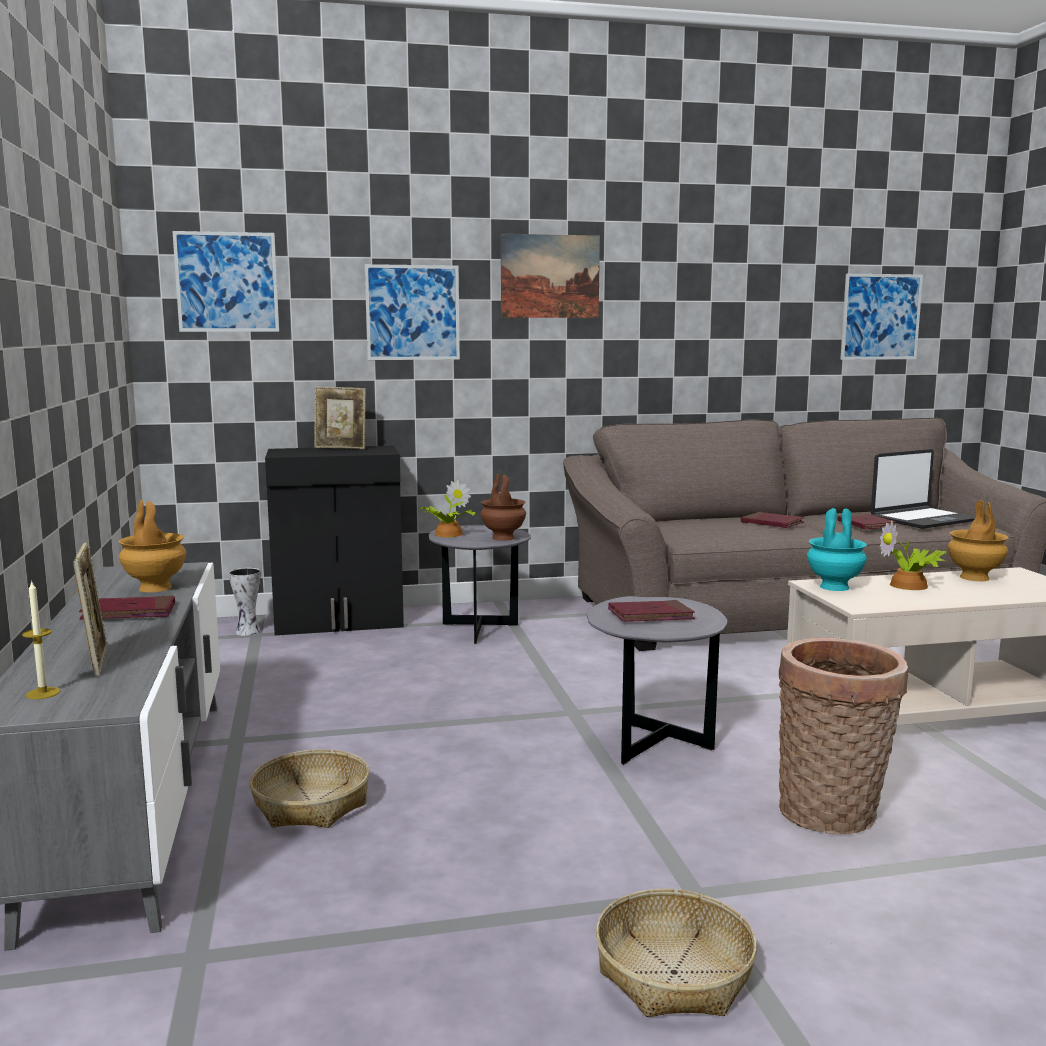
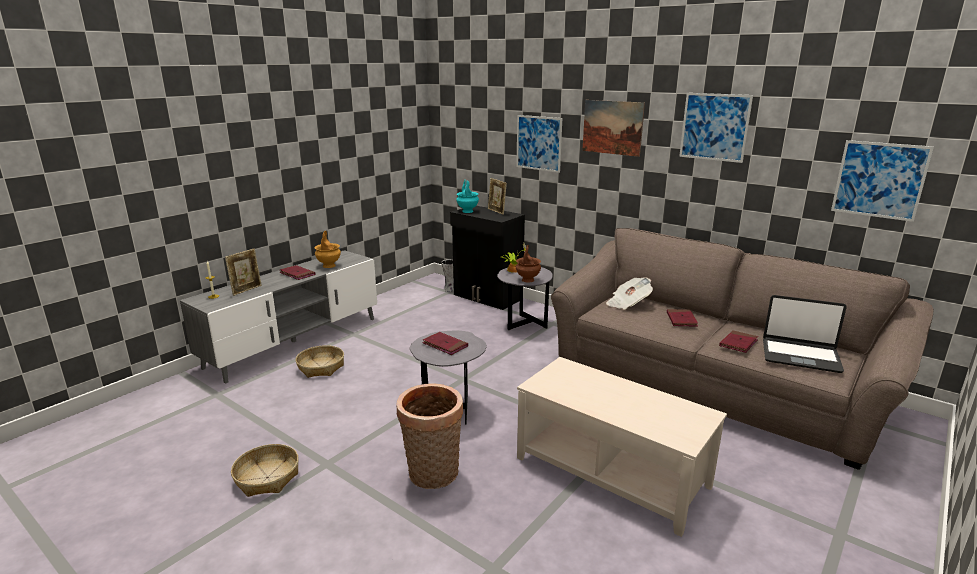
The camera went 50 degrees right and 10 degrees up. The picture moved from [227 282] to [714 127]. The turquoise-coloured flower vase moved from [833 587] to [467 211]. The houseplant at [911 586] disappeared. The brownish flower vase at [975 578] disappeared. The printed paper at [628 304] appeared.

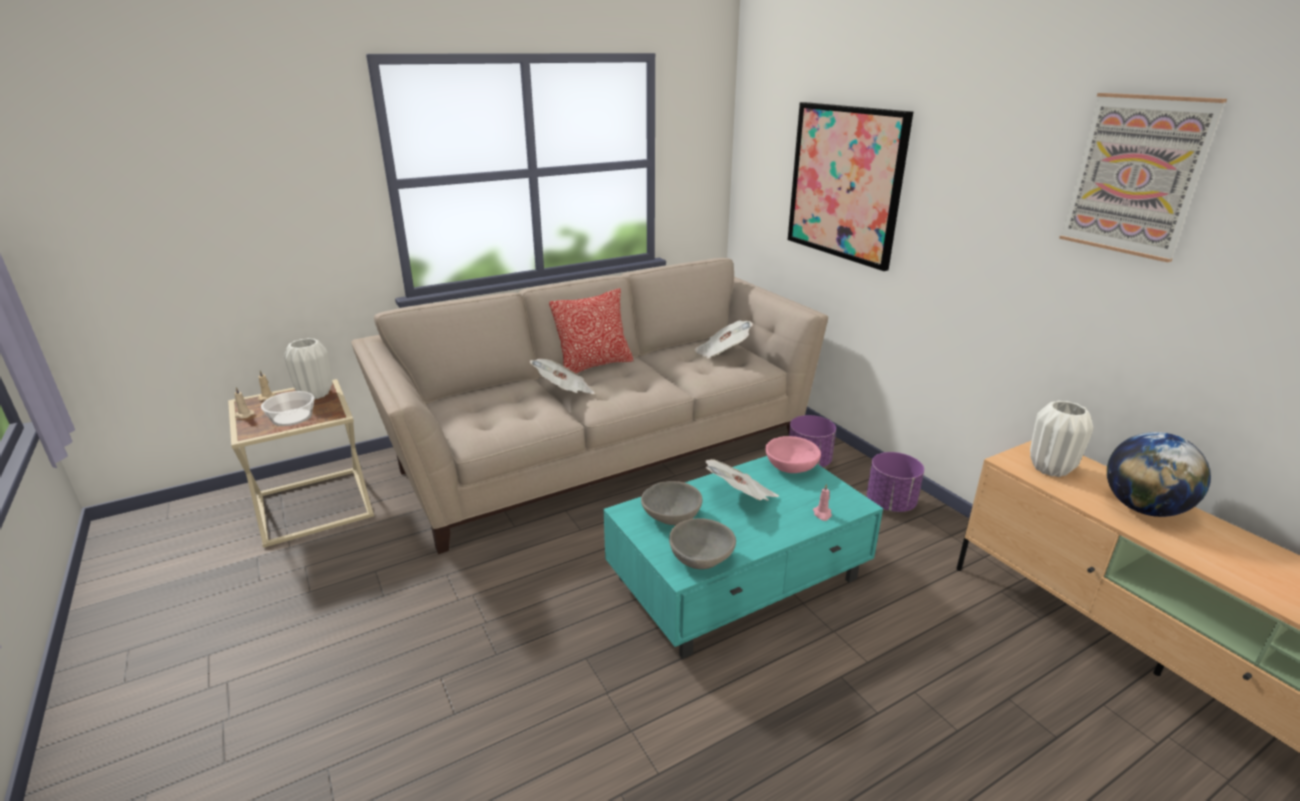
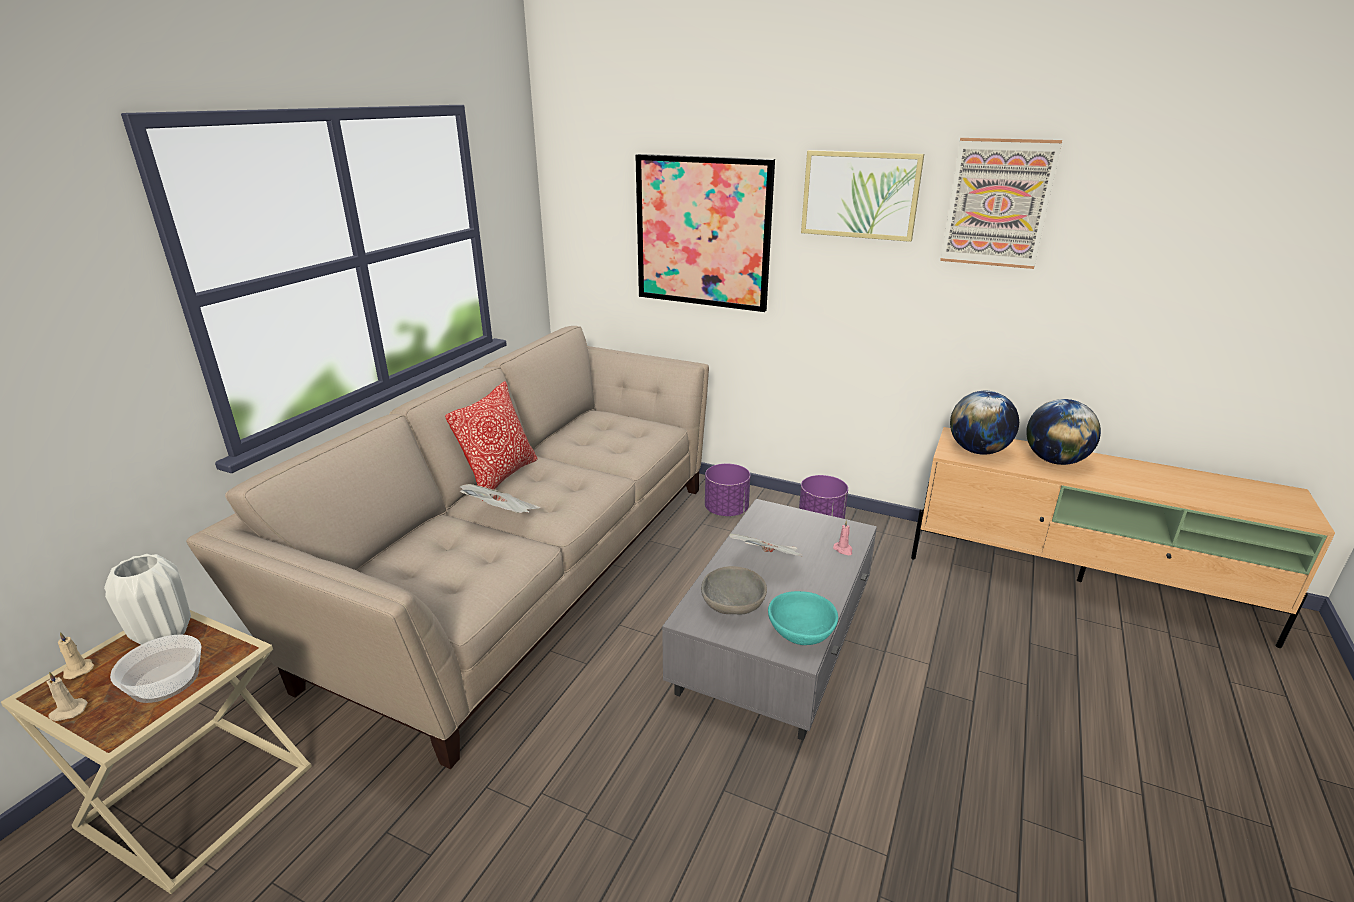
The camera went 35 degrees left and 0 degrees up. The turquoise-coloured lounge table at [740 578] became the gray lounge table at [776 641]. The gray deep dish at [700 559] became the turquoise-coloured deep dish at [801 634]. The printed paper at [722 352] disappeared. The pink deep dish at [791 467] disappeared. The white flower vase at [1050 469] was replaced by the world globe at [978 451]. The picture at [860 195] appeared.

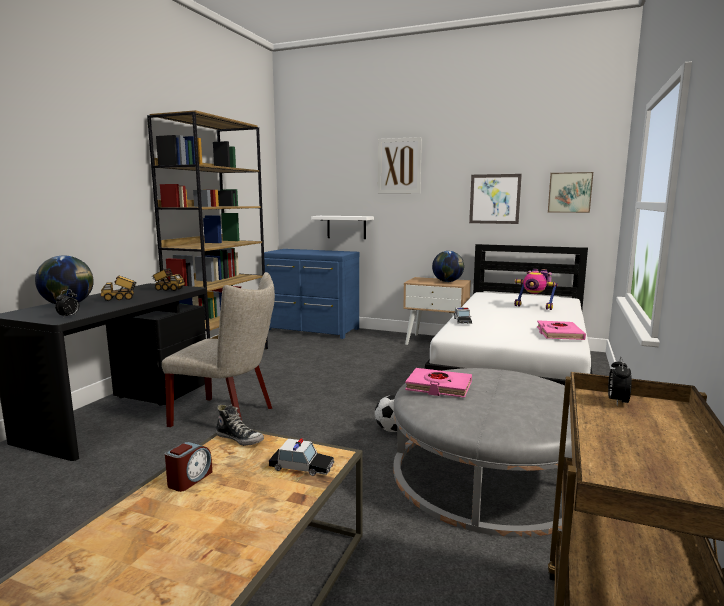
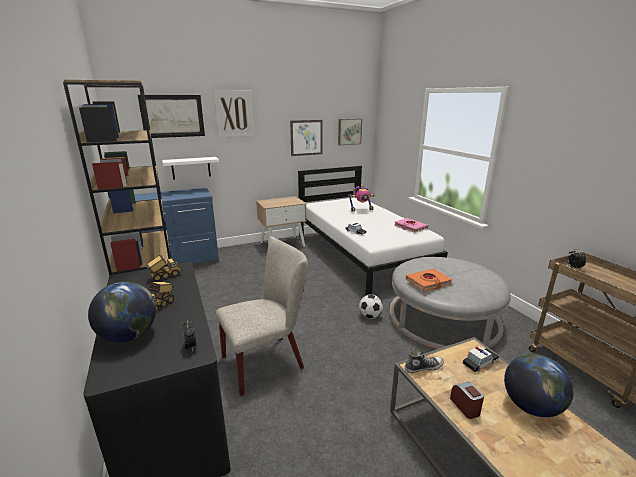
The camera went 45 degrees left and 10 degrees up. The pink bound book at [438 387] became the orange bound book at [428 282]. The world globe moved from [447 281] to [531 406]. The picture at [172 116] appeared.

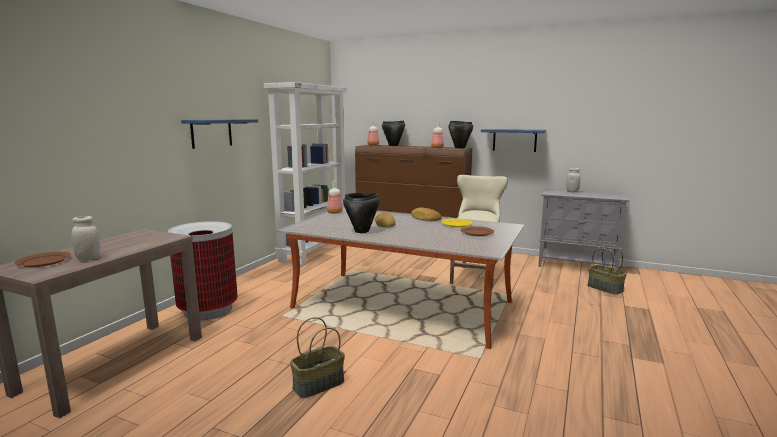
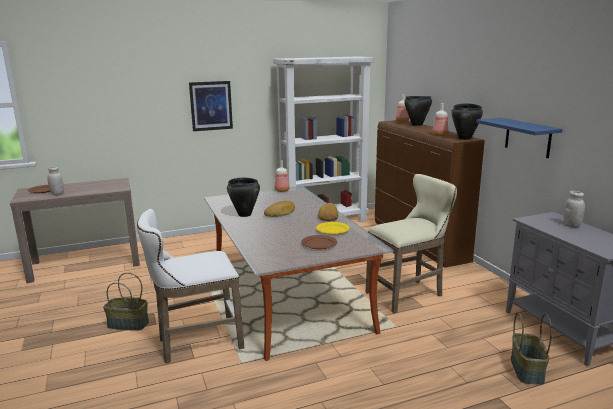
The camera went 45 degrees right and 5 degrees up. The trash can at [208 310] disappeared. The blue wall shelf at [211 133] was replaced by the picture at [211 106]. The white sitting stool at [195 343] appeared.

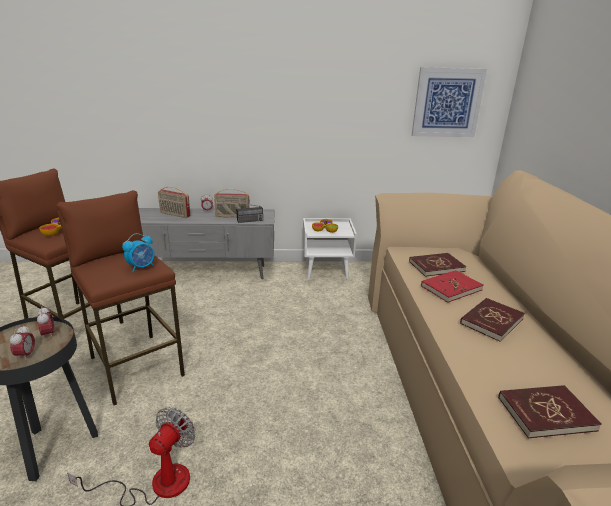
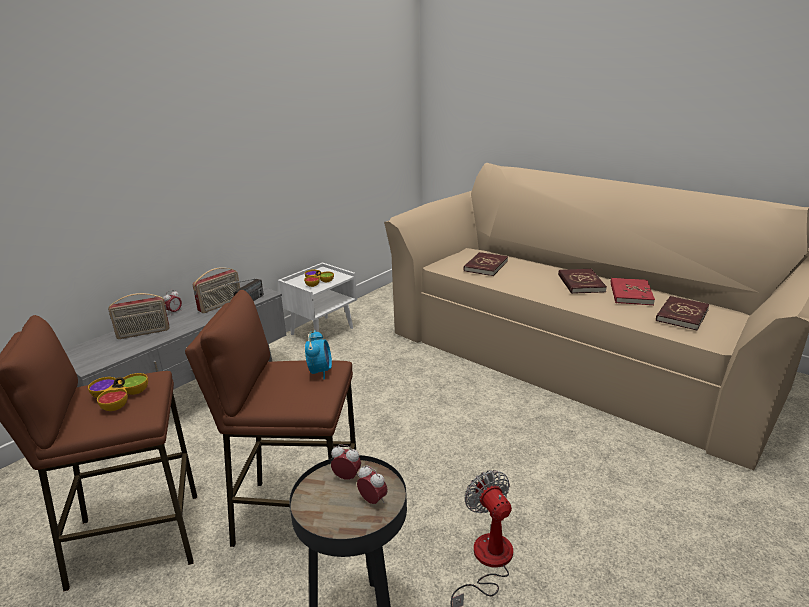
The camera went 45 degrees left and 0 degrees up. The picture at [447 103] disappeared. The reddish bound book moved from [451 288] to [630 294].

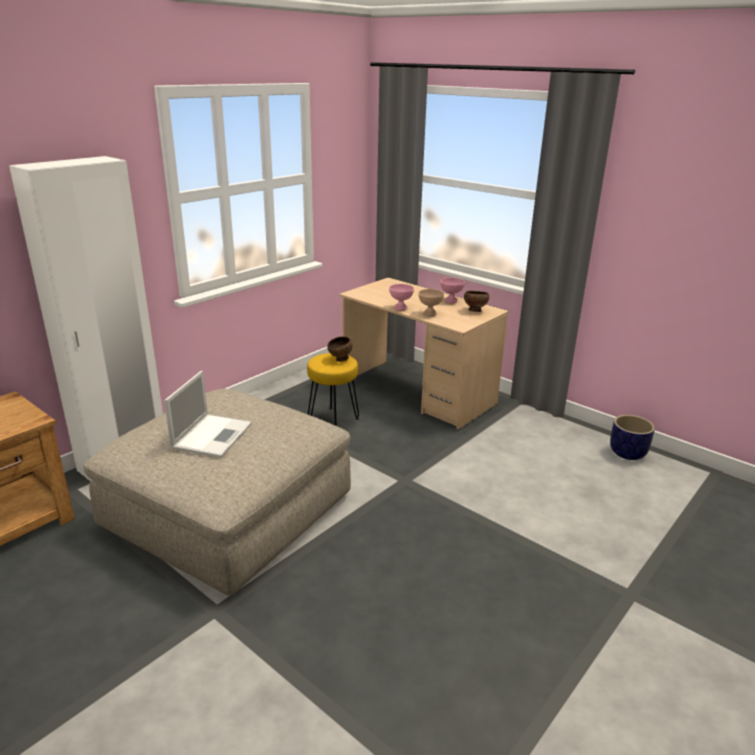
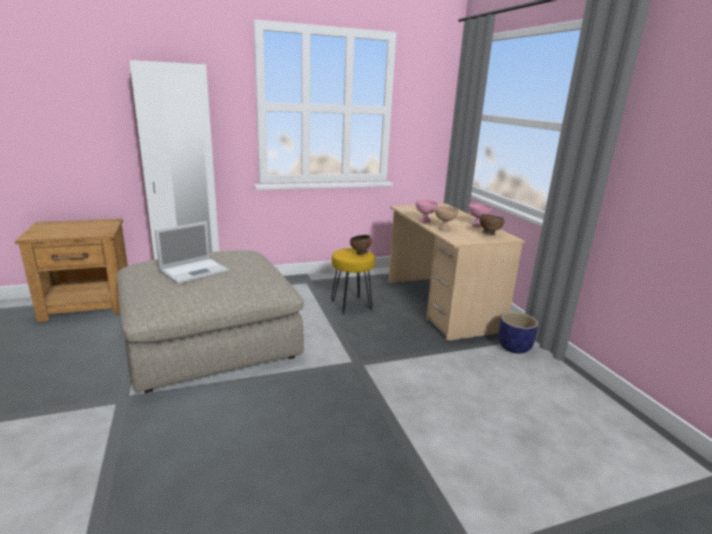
The camera went 30 degrees right and 5 degrees down. The planter moved from [627 453] to [514 347].

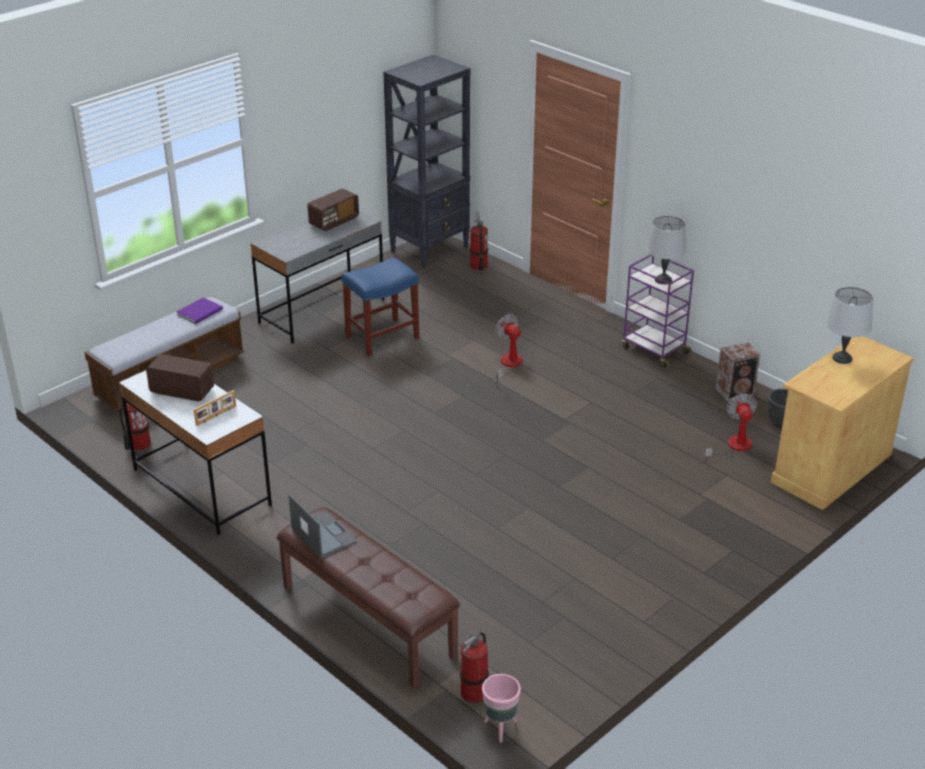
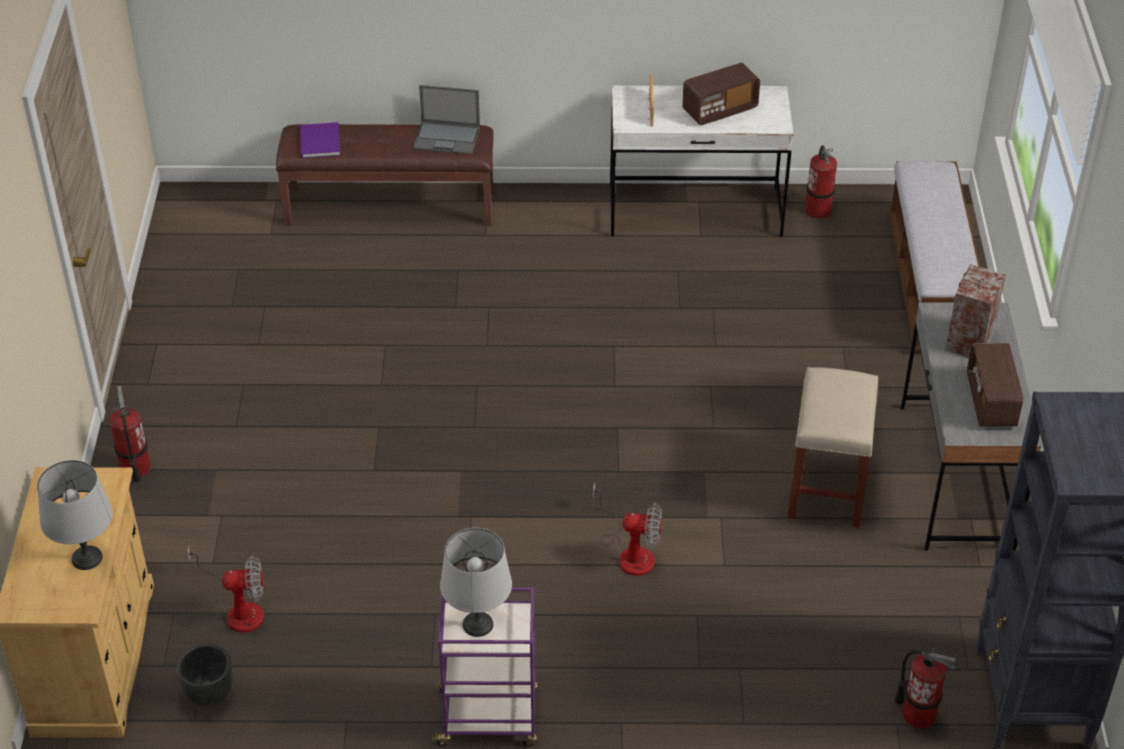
The camera went 135 degrees right and 10 degrees up. The purplish bound book moved from [201 312] to [318 143]. The blue sitting stool at [381 338] became the beige sitting stool at [826 487]. The fire-fighting cylinder moved from [474 693] to [135 468]. The pink planter at [500 728] disappeared. The fan at [733 447] turned 45 degrees counterclockwise. The audio speaker moved from [736 392] to [968 341].

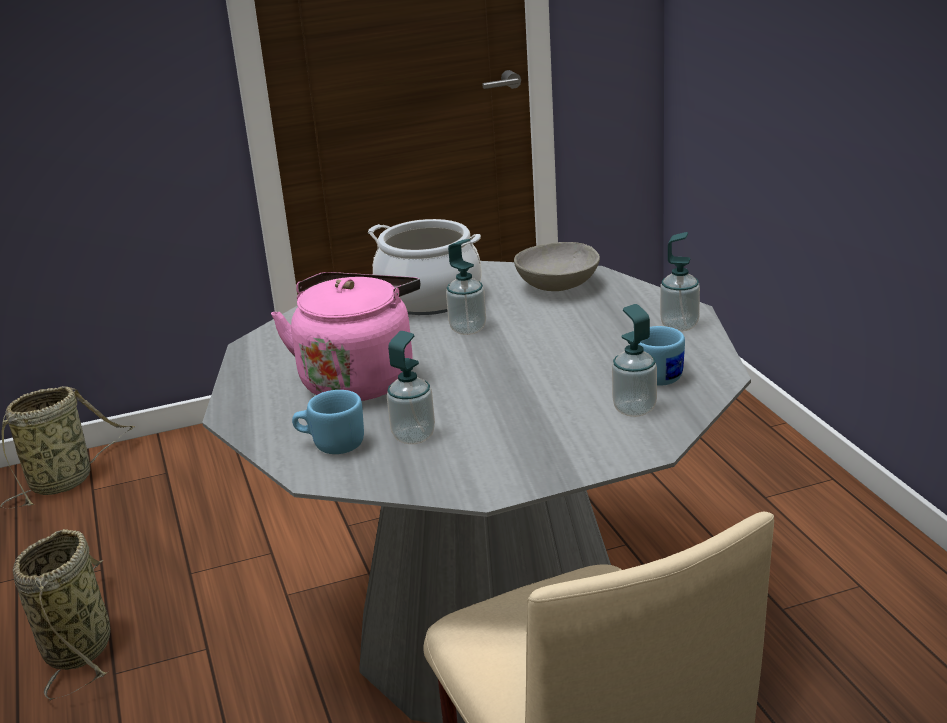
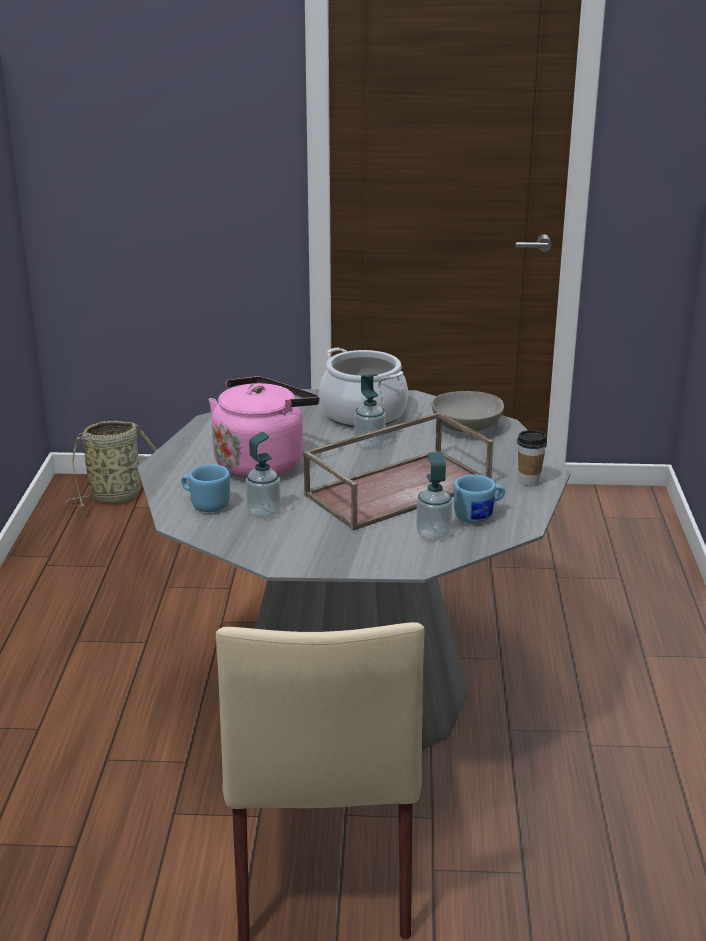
The camera went 20 degrees right and 0 degrees up. The storage basket at [79 646] disappeared. The liquid soap bottle at [679 325] was replaced by the drinking cup at [529 481]. The brownish carrying tray at [398 488] appeared.

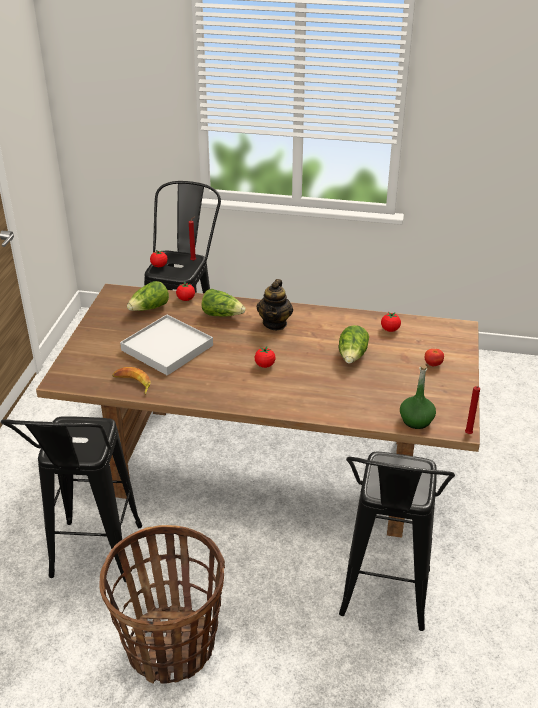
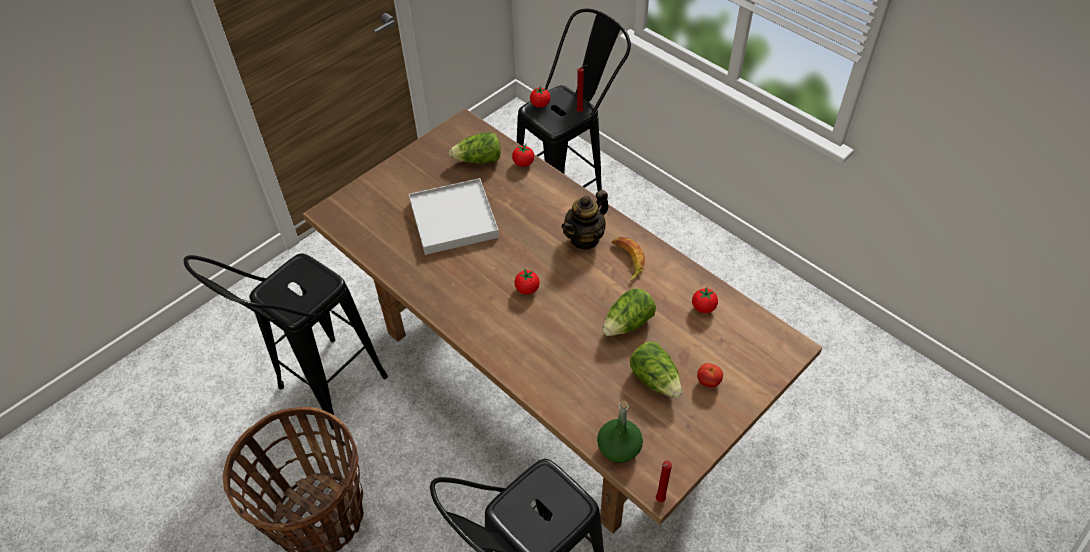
The camera went 35 degrees right and 15 degrees up. The banana moved from [132 383] to [627 260]. The lettuce head moved from [222 315] to [655 379].

